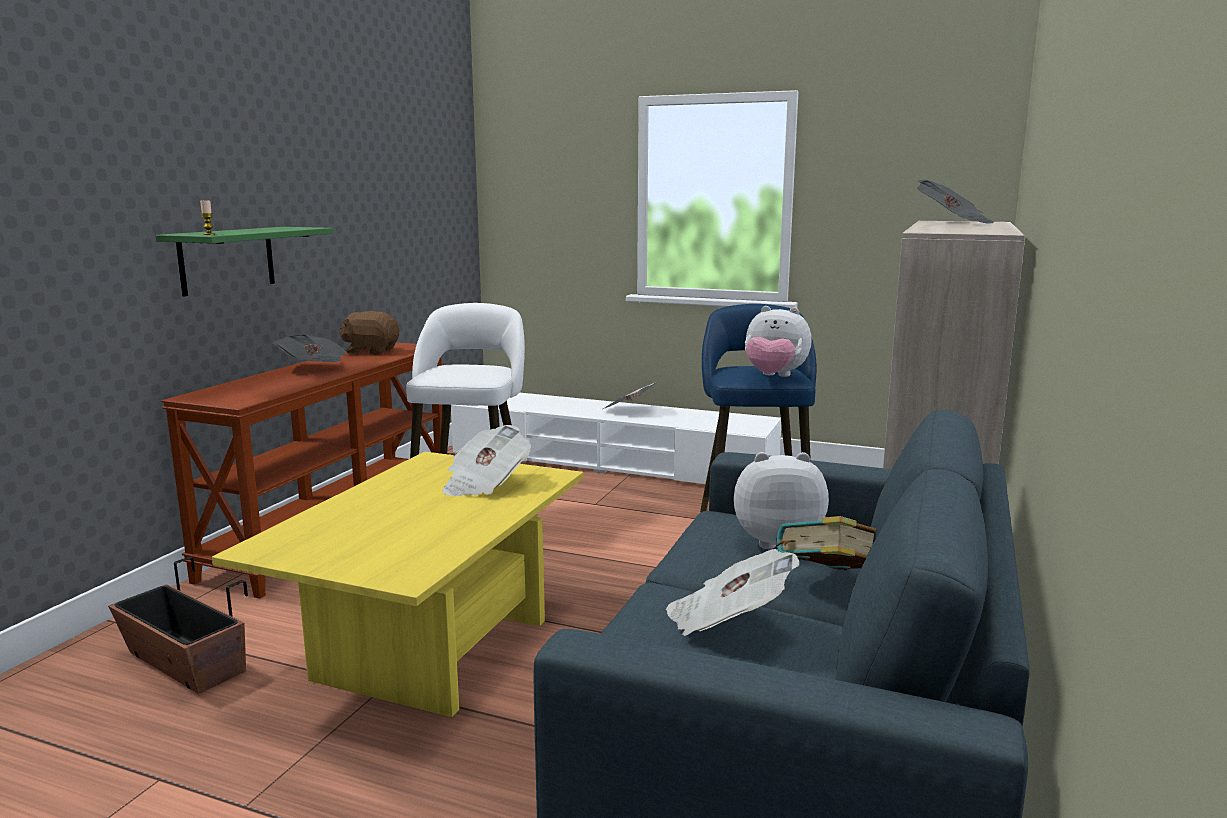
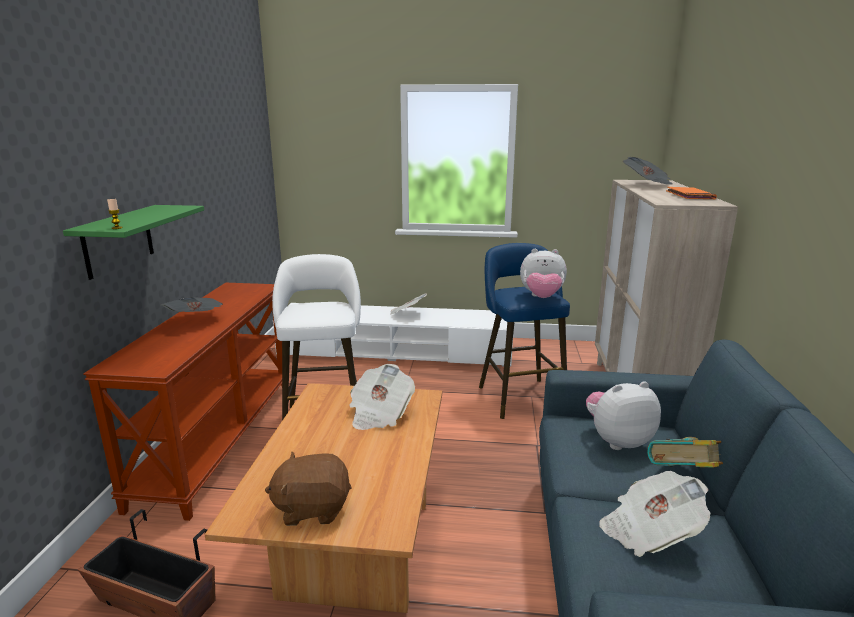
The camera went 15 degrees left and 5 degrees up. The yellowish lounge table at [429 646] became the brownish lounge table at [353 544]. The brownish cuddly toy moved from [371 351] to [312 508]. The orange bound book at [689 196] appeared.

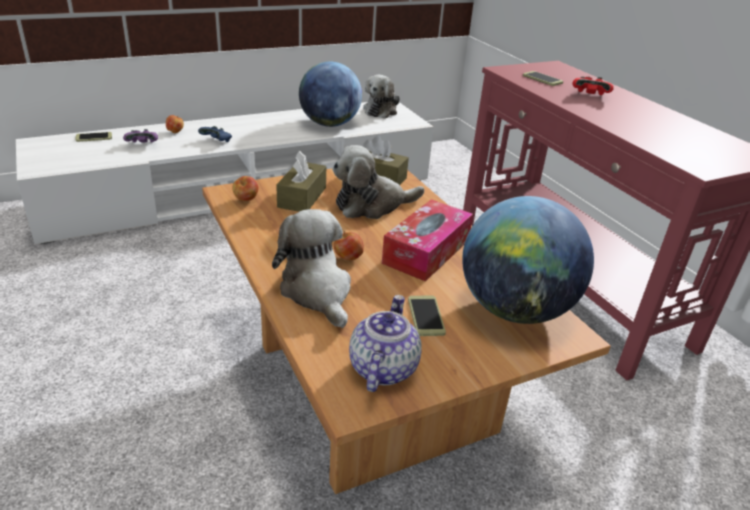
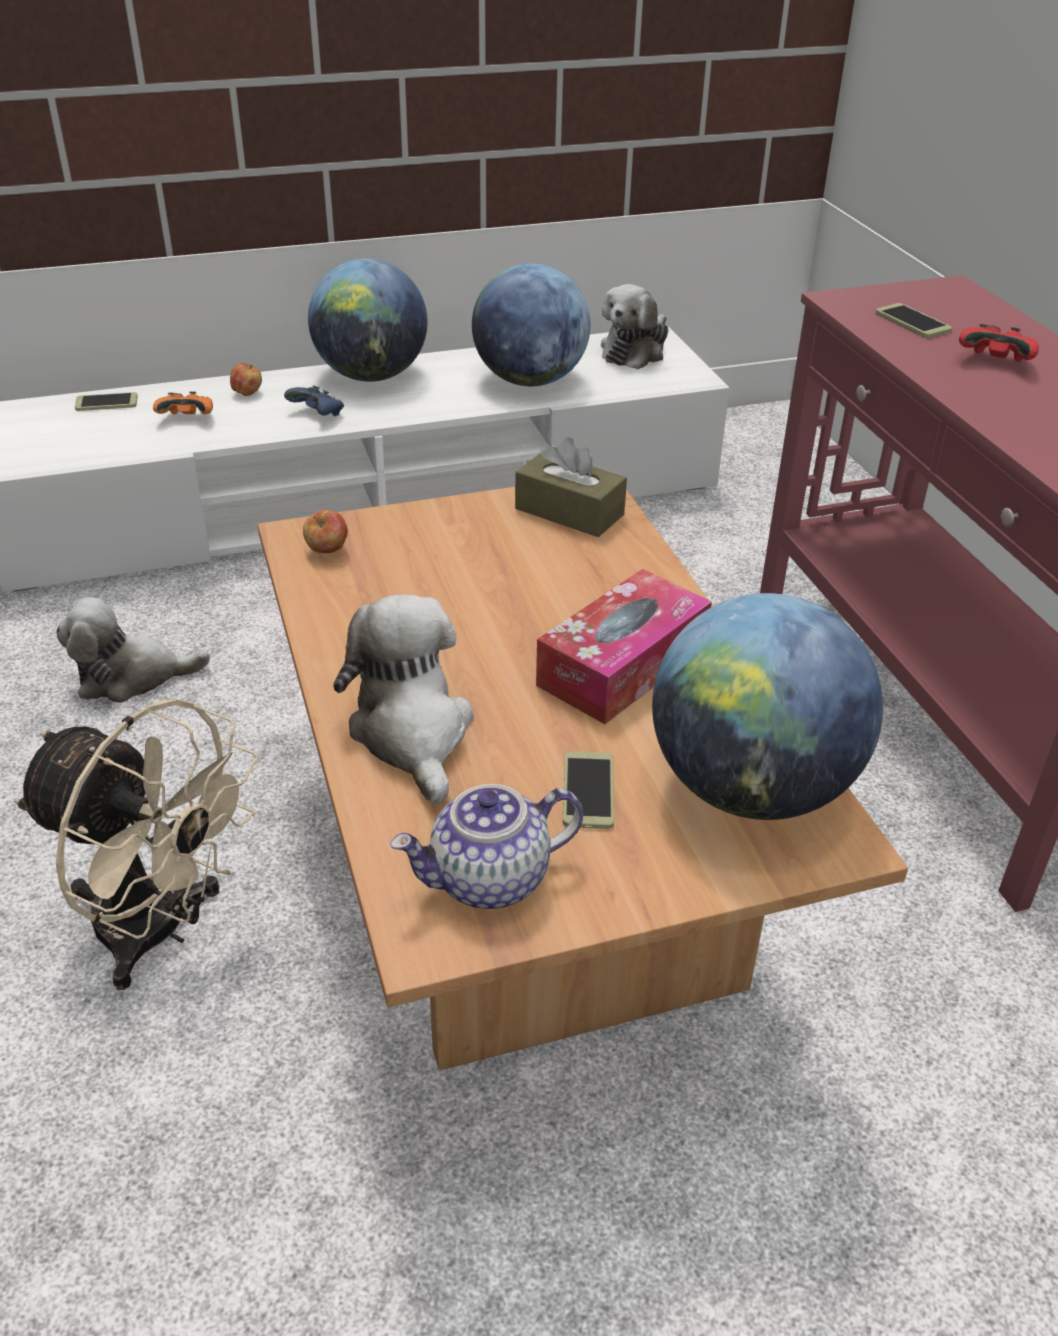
The camera went 10 degrees right and 5 degrees up. The purplish joypad at [143 144] became the orange joypad at [188 418]. The brownish tissue holder at [302 197] disappeared. The cuddly toy moved from [372 205] to [131 677]. The apple at [348 258] disappeared. The teapot at [382 368] turned 135 degrees counterclockwise. The beige fan at [161 932] appeared. The world globe at [371 376] appeared.

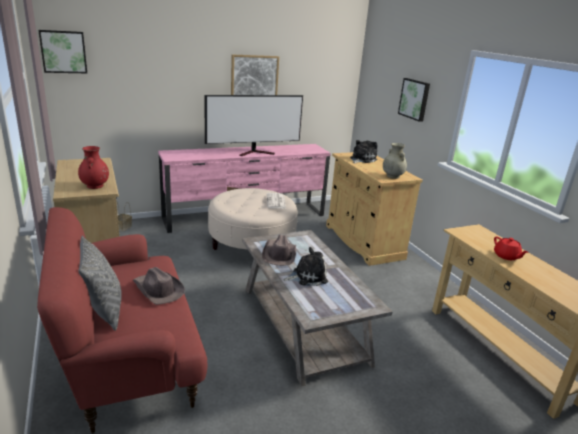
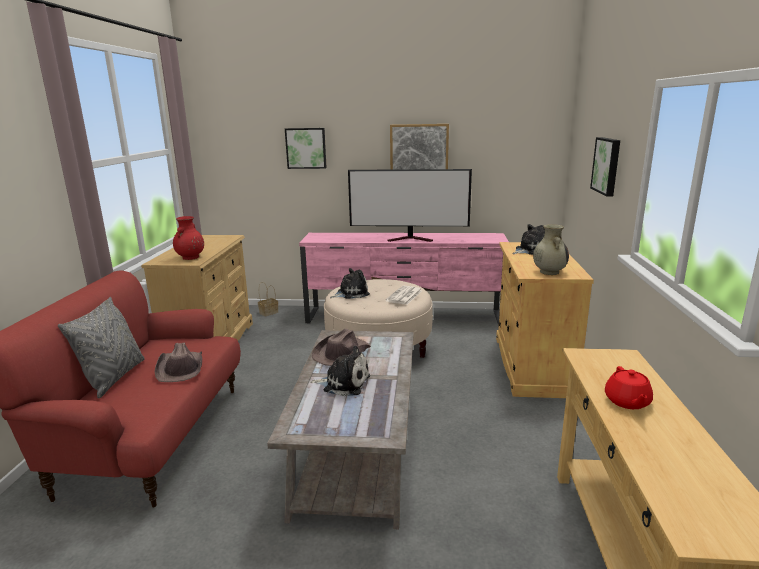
The camera went 30 degrees right and 5 degrees down. The picture moved from [63 52] to [306 148]. The cuddly toy at [351 293] appeared.

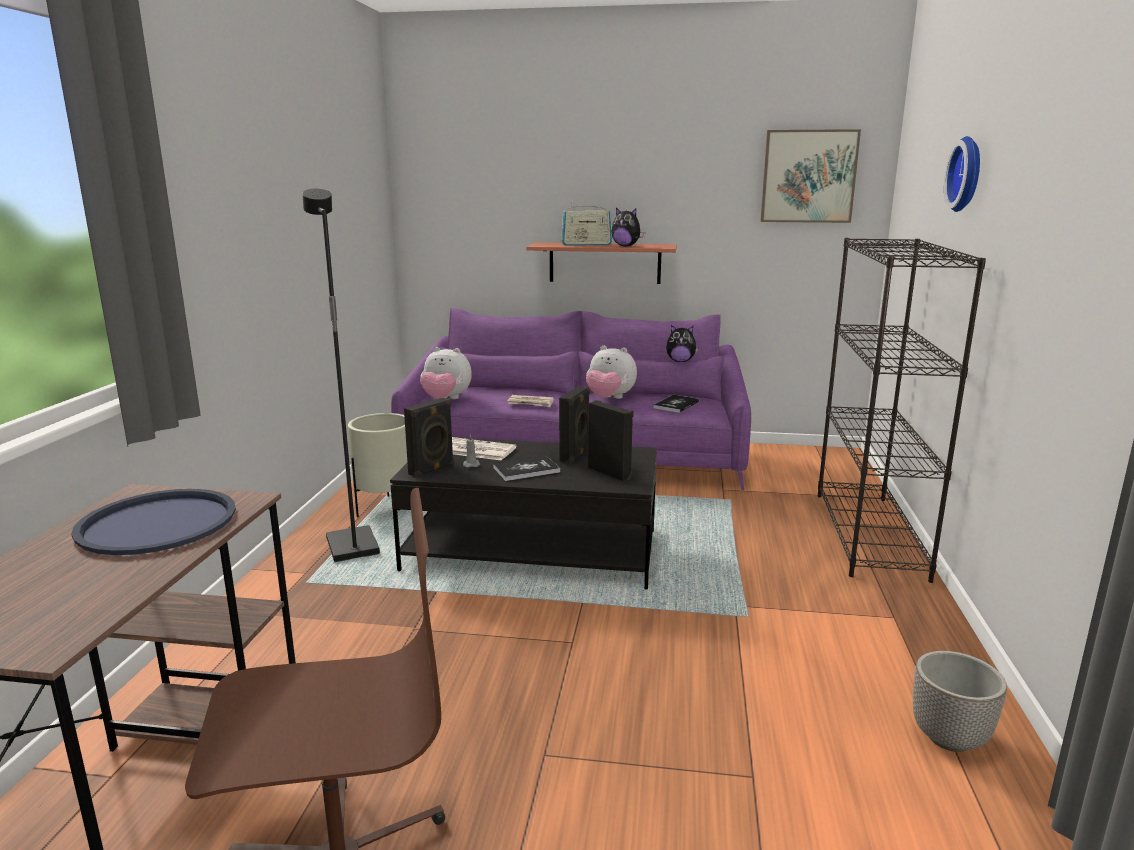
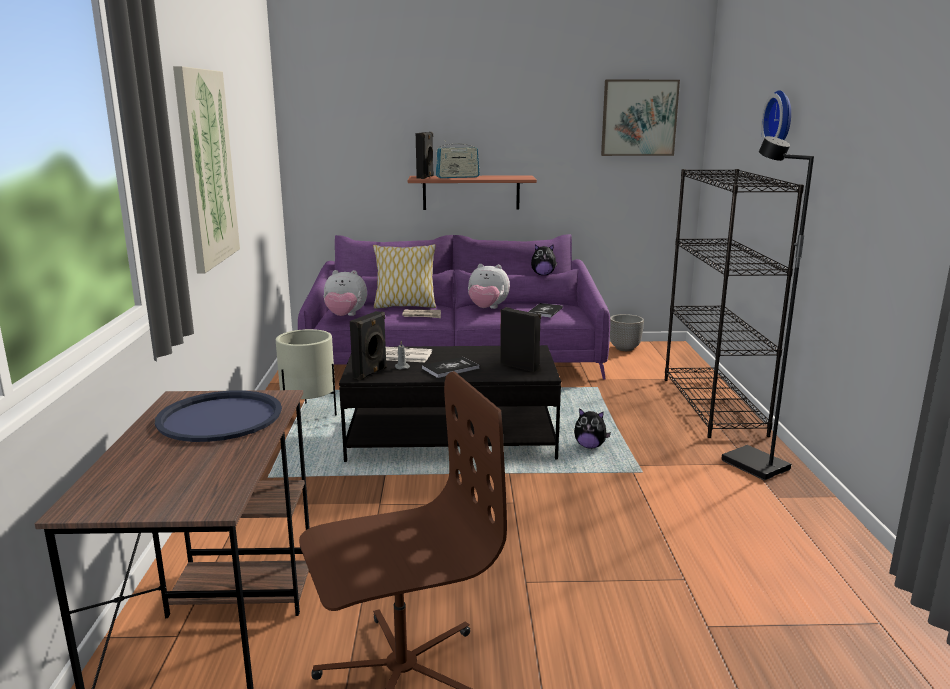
The camera went 10 degrees left and 0 degrees up. The blackish standing lamp moved from [350 547] to [753 465]. The blackish audio speaker moved from [575 455] to [426 177]. The cuddly toy moved from [626 246] to [590 446]. The planter moved from [949 737] to [625 348]. The picture at [206 168] appeared. The pillow at [405 306] appeared.

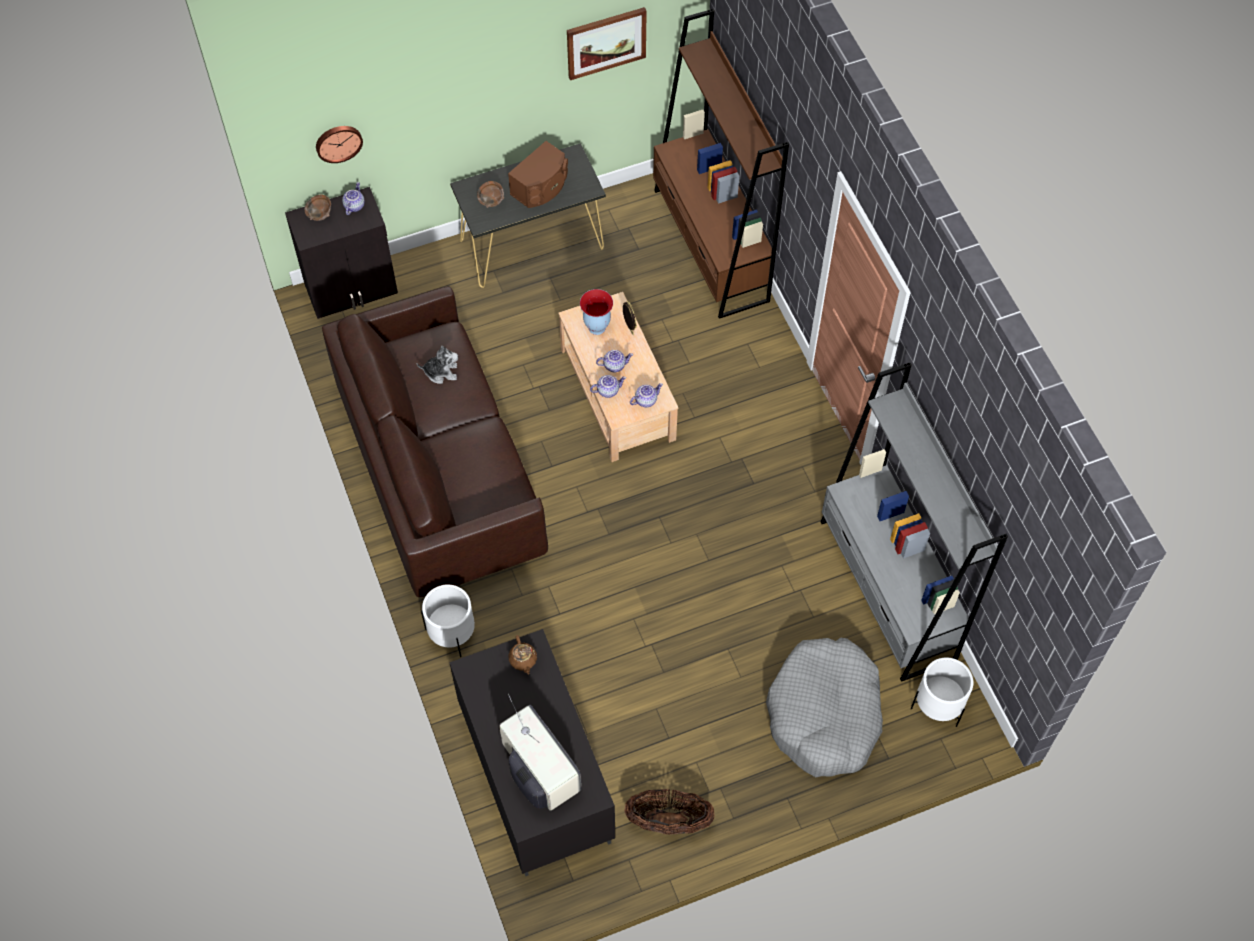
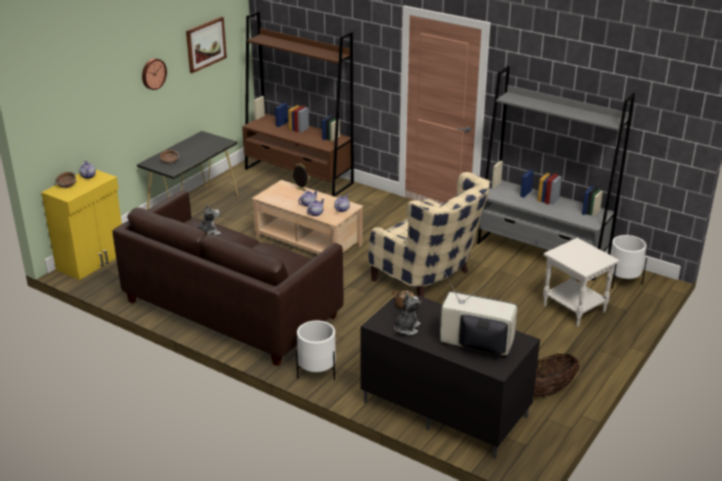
The camera went 35 degrees left and 30 degrees down. The blackish cabinet at [352 289] became the yellowish cabinet at [92 261]. The wall clock moved from [338 142] to [153 73]. The brownish audio speaker at [541 187] disappeared. The flower vase at [596 328] disappeared. The gray dog bed at [825 714] was replaced by the white accent table at [573 309]. The beige lounge chair at [429 279] appeared. The cuddly toy at [406 328] appeared.

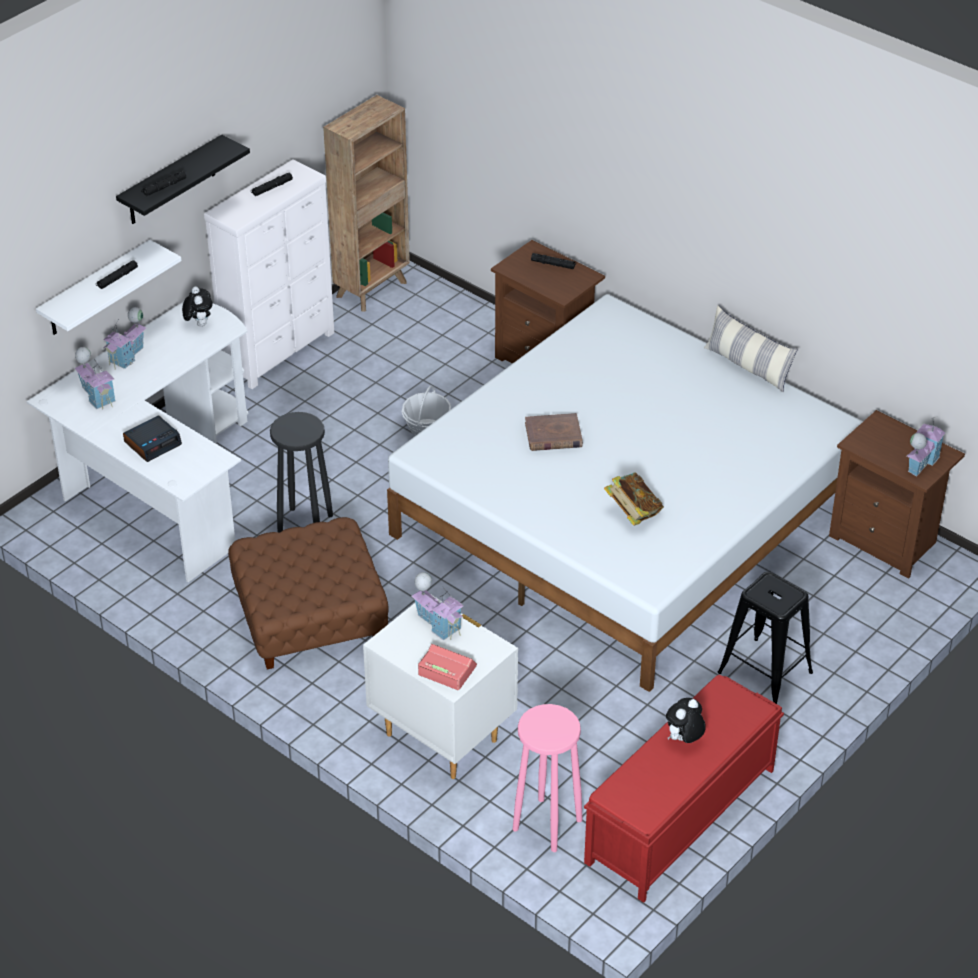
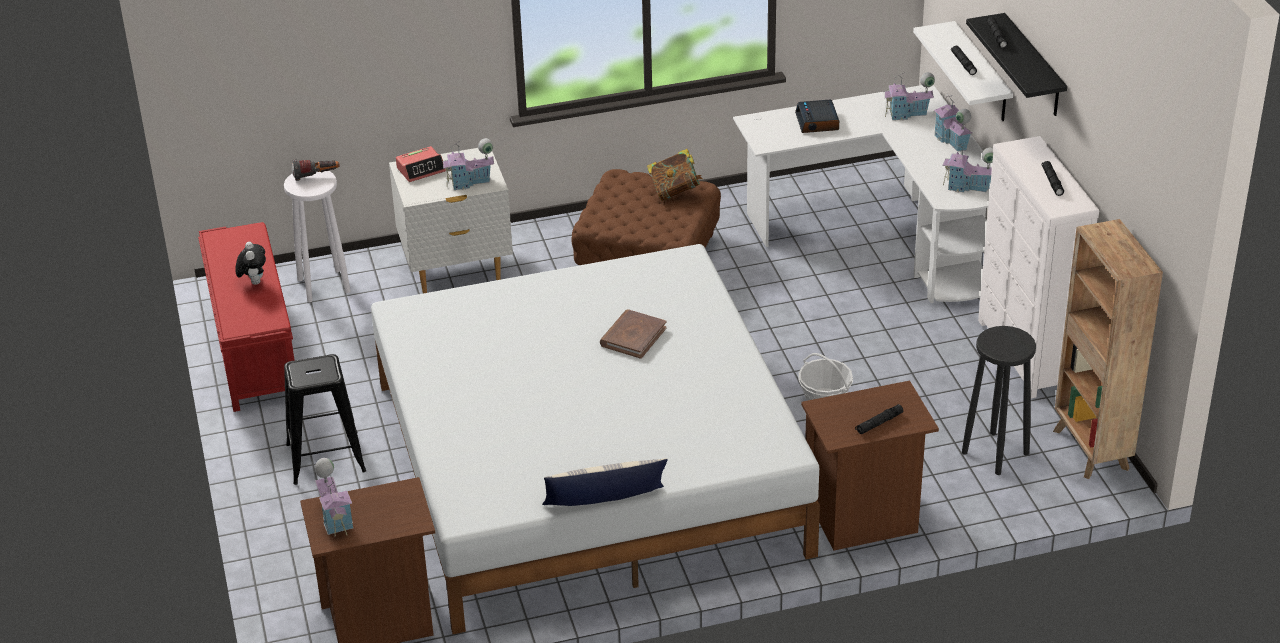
The camera went 125 degrees right and 5 degrees down. The cuddly toy at [199 324] was replaced by the model house at [967 187]. The blackish sitting stool moved from [305 526] to [994 452]. The pink sitting stool at [546 825] became the white sitting stool at [323 285]. The bound book moved from [633 513] to [675 191]. The flashlight at [316 176] appeared.

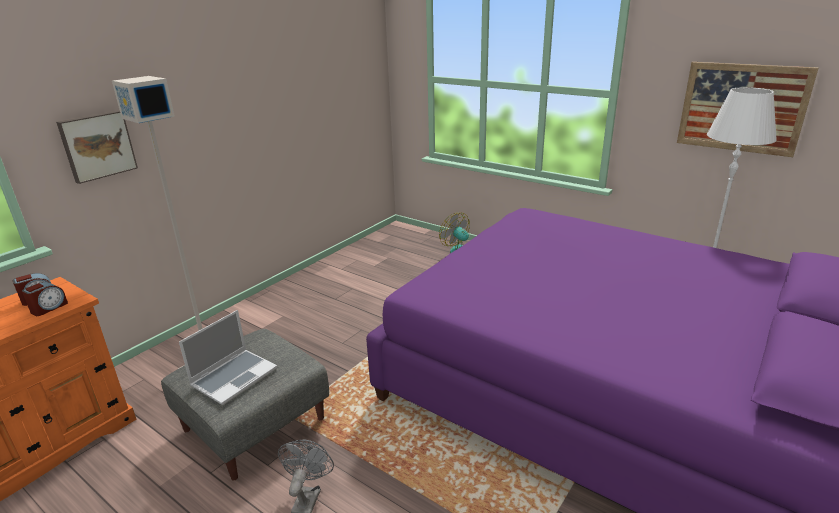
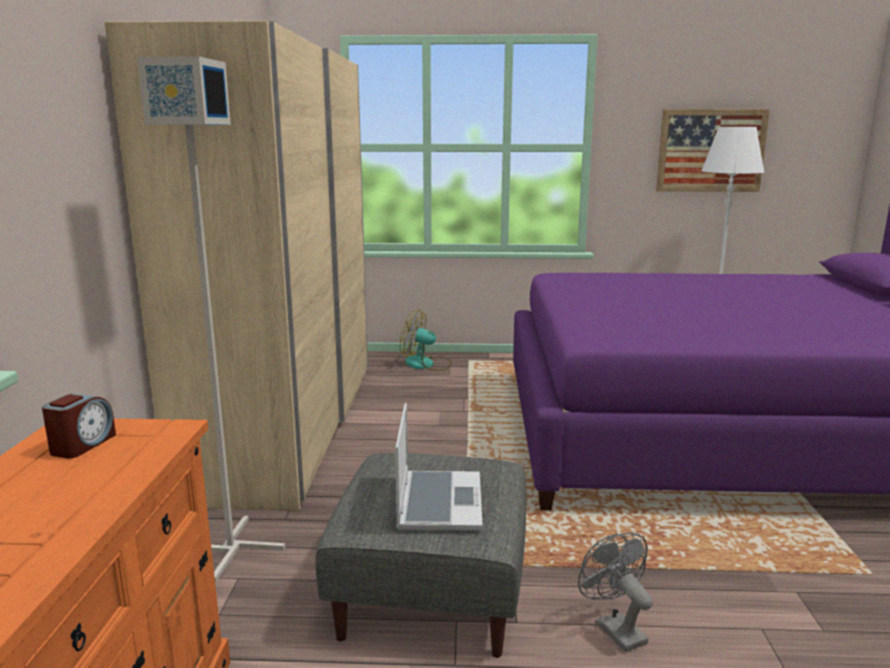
The camera went 35 degrees left and 10 degrees down. The bedside clock at [49 308] disappeared. The picture at [97 145] disappeared. The beige clothes cupboard at [287 425] appeared.

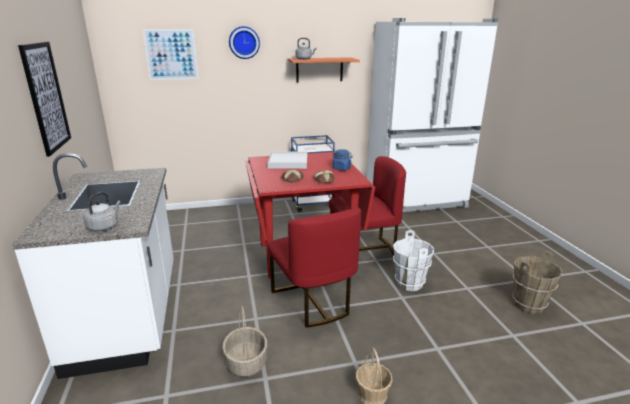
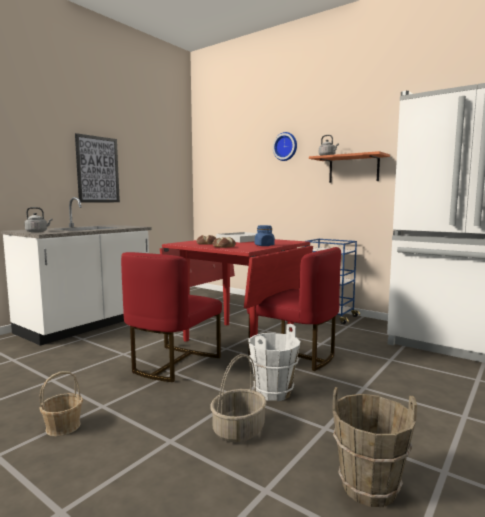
The camera went 50 degrees right and 15 degrees down. The picture at [171 54] disappeared. The storage basket moved from [246 362] to [238 430].

